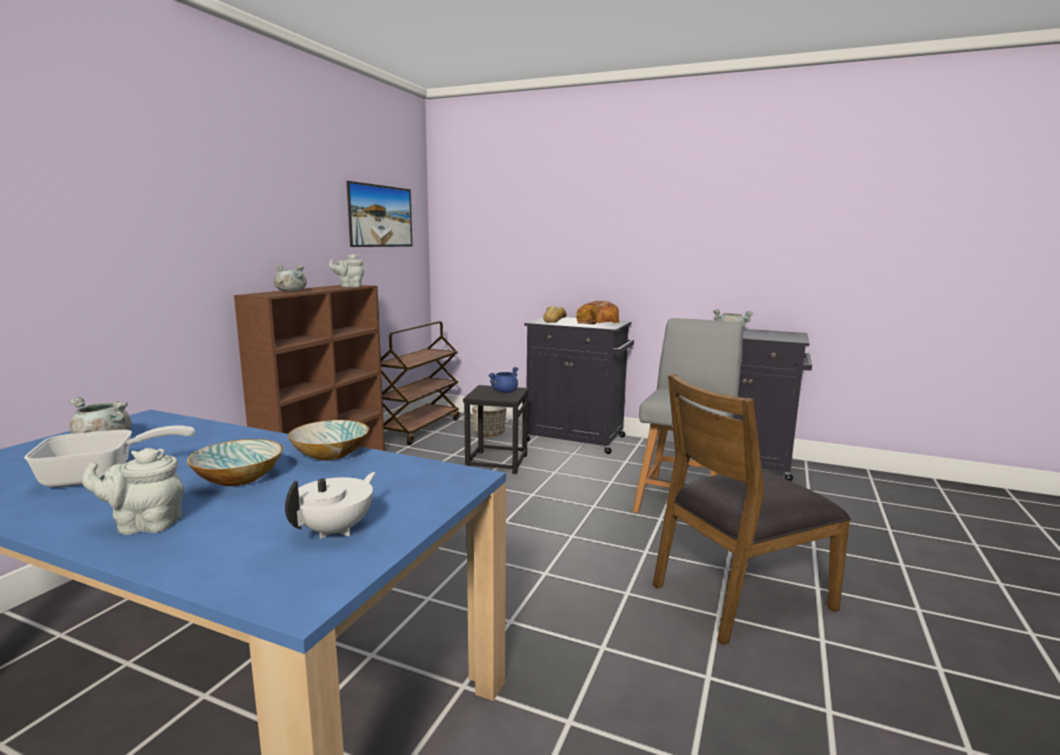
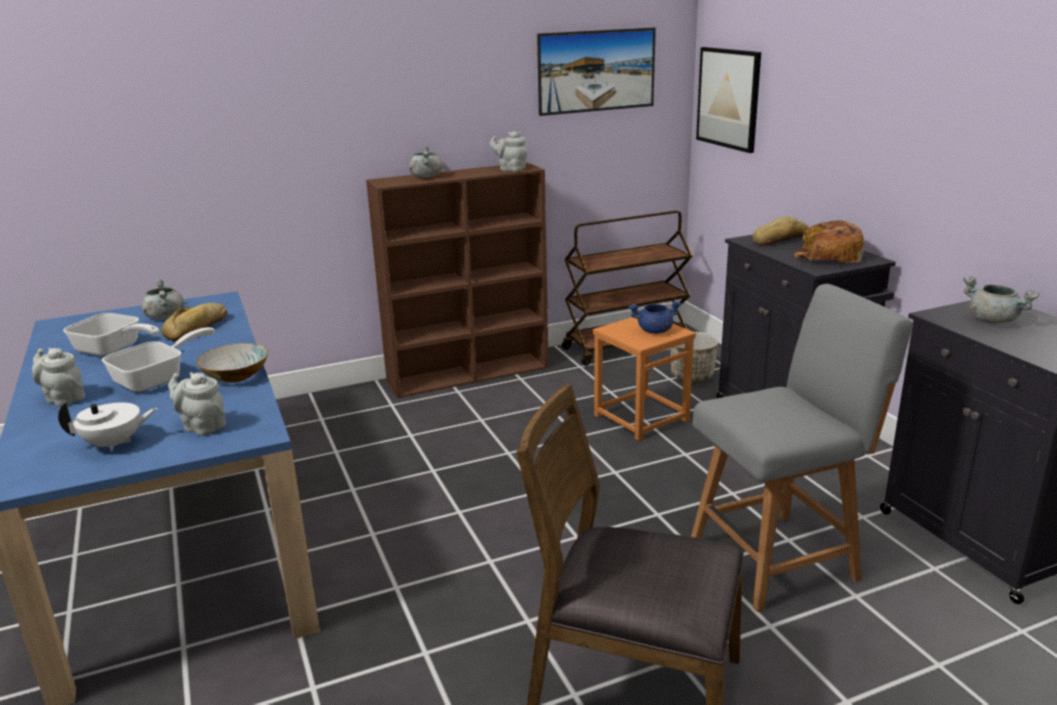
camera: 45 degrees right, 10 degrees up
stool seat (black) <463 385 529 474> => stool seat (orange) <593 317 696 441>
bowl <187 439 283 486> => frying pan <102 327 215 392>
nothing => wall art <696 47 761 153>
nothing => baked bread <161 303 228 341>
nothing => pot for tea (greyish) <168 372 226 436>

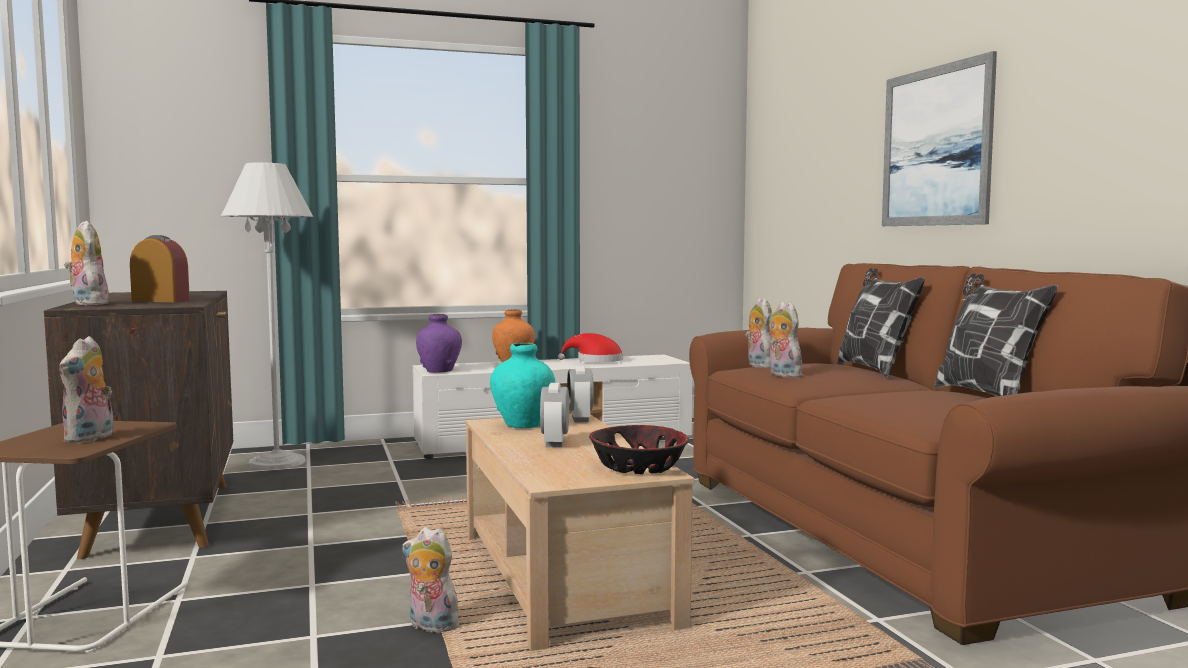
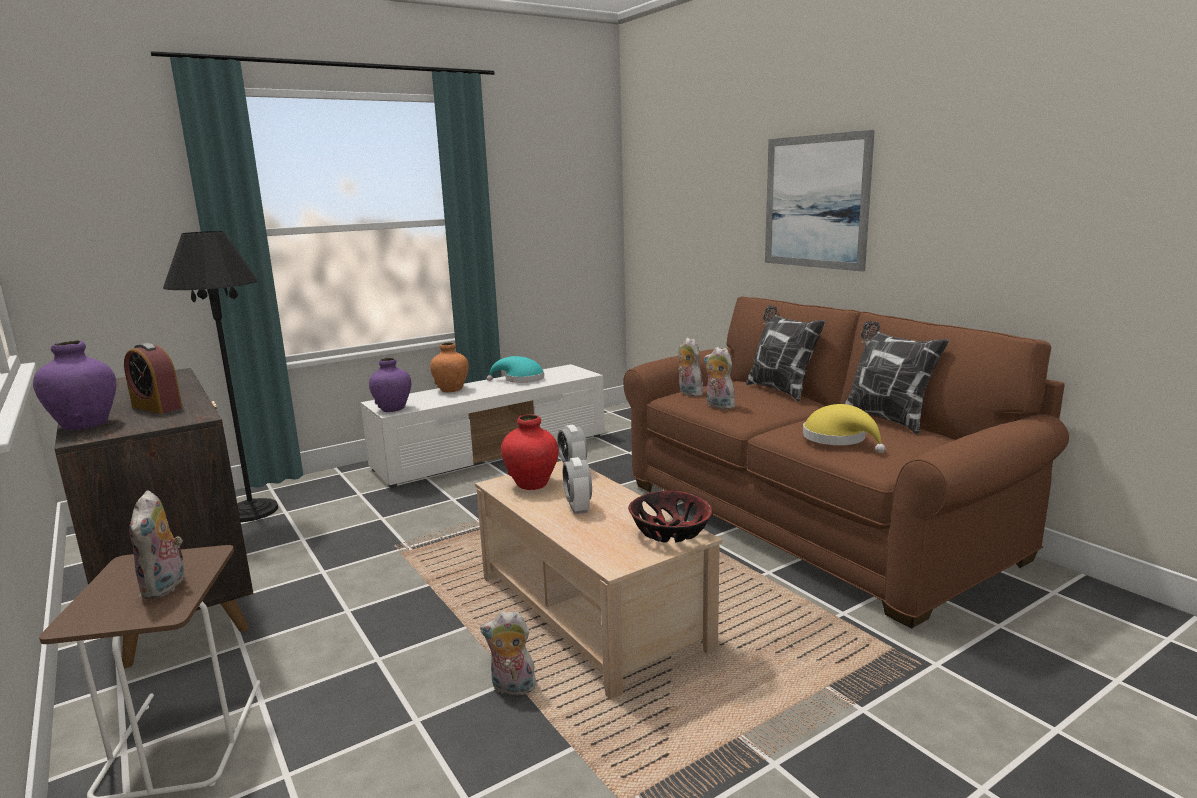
camera: 15 degrees left, 10 degrees up
standard lamp (white) <221 162 313 470> => standard lamp (black) <163 231 278 522>
cuddly toy <64 221 109 305> => vase (purple) <33 340 116 430>
bedside clock <130 235 190 302> => bedside clock <124 343 183 414>, 150 degrees counterclockwise
hat (red) <558 333 623 362> => hat (turquoise-coloured) <487 356 544 383>
vase (turquoise-coloured) <490 343 556 428> => vase (red) <501 414 559 490>
nothing => hat (yellow) <803 404 886 453>

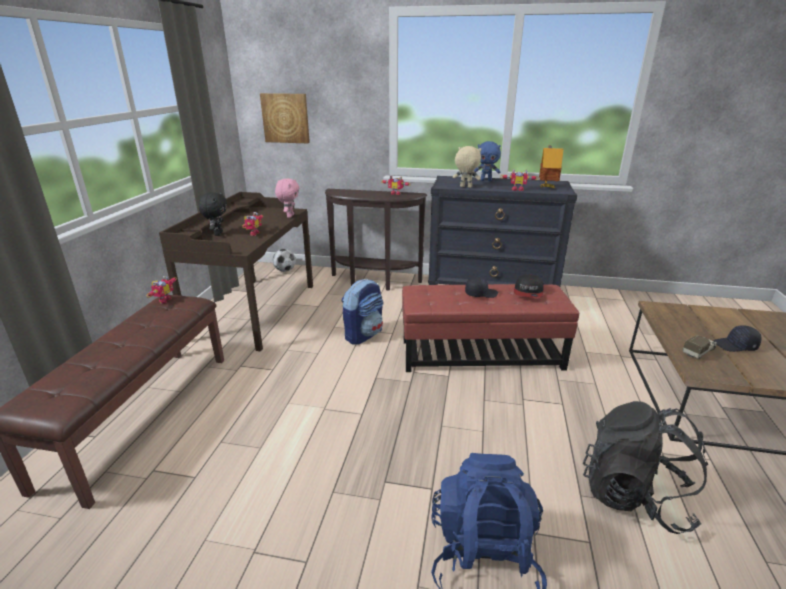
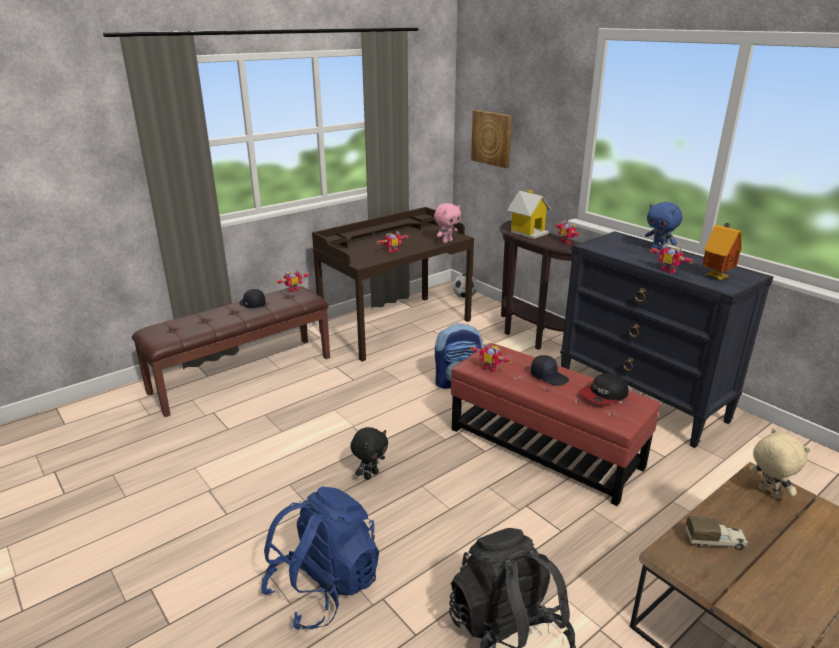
camera: 40 degrees right, 0 degrees up
cuddly toy (sand-coloured) <453 146 481 188> => cuddly toy (sand-coloured) <749 428 810 499>, relocated
cuddly toy (black) <199 192 227 236> => cuddly toy (black) <350 427 388 480>, relocated
cap (black) <714 325 761 352> => cap (black) <239 289 266 308>, relocated
nothing => miniature house <507 190 551 239>
nothing => robot figure <470 343 512 372>

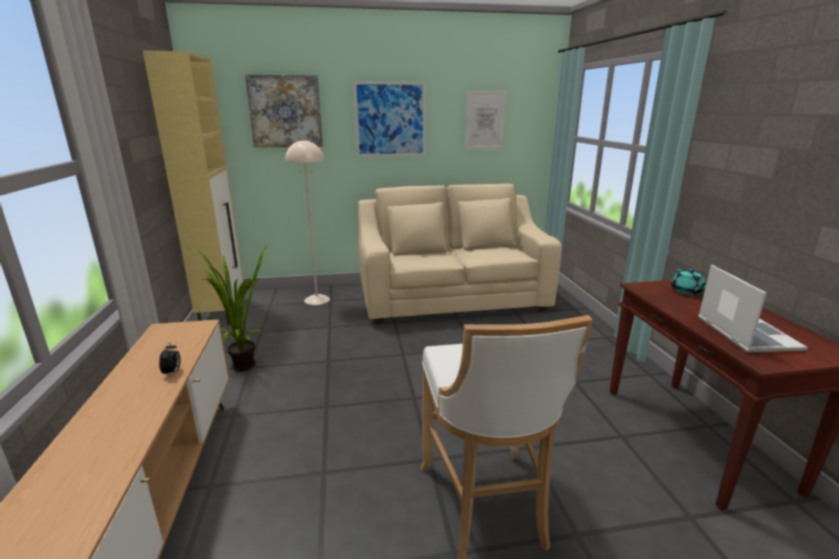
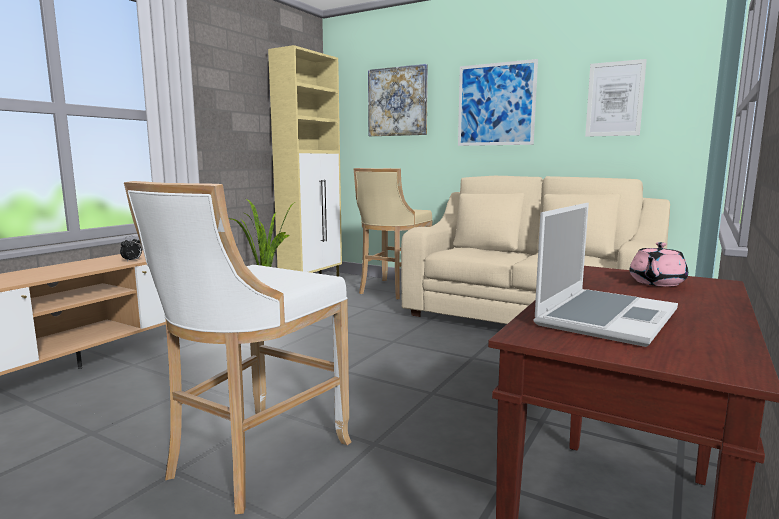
camera: 40 degrees right, 10 degrees down
standard lamp (sand-coloured) <285 139 330 305> => stool seat (sand-coloured) <353 168 432 299>
pot for tea (turquoise-coloured) <671 268 706 295> => pot for tea (pink) <630 242 688 287>

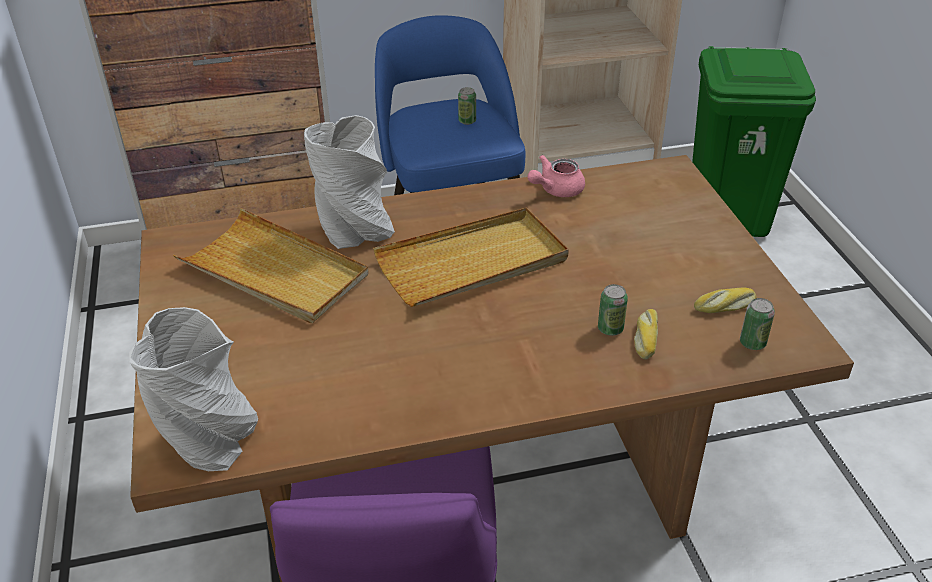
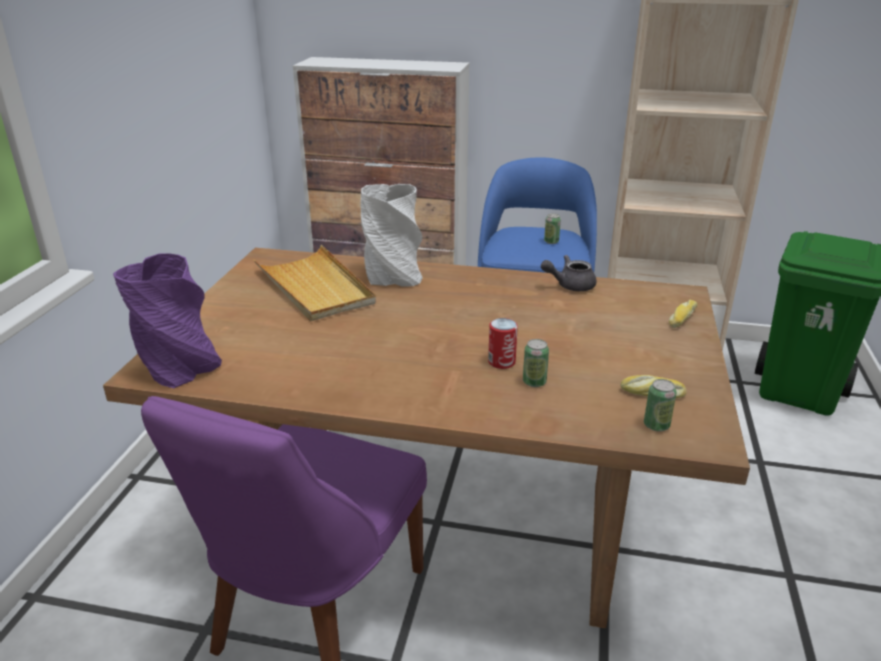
camera: 25 degrees right, 10 degrees down
pot for tea (pink) <527 155 585 197> => pot for tea (greyish) <541 255 597 291>
carrying tray (sand-coloured) <373 208 569 307> => nothing
vase (greyish) <129 307 258 471> => vase (purple) <113 253 222 388>
baked bread <634 309 658 359> => baked bread <669 300 698 328>, relocated
nothing => metal can <488 318 518 369>

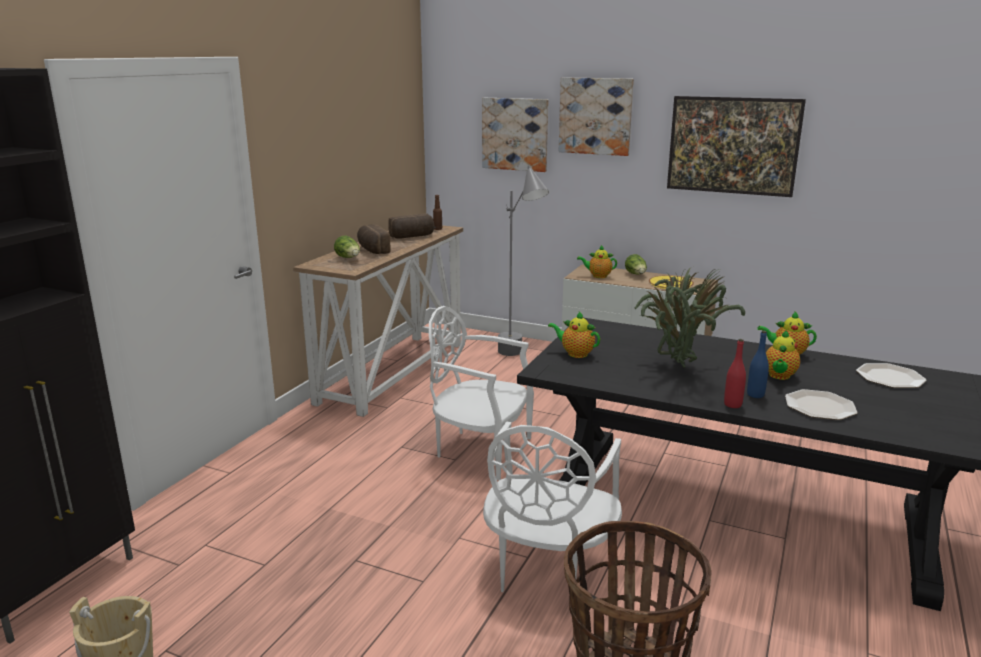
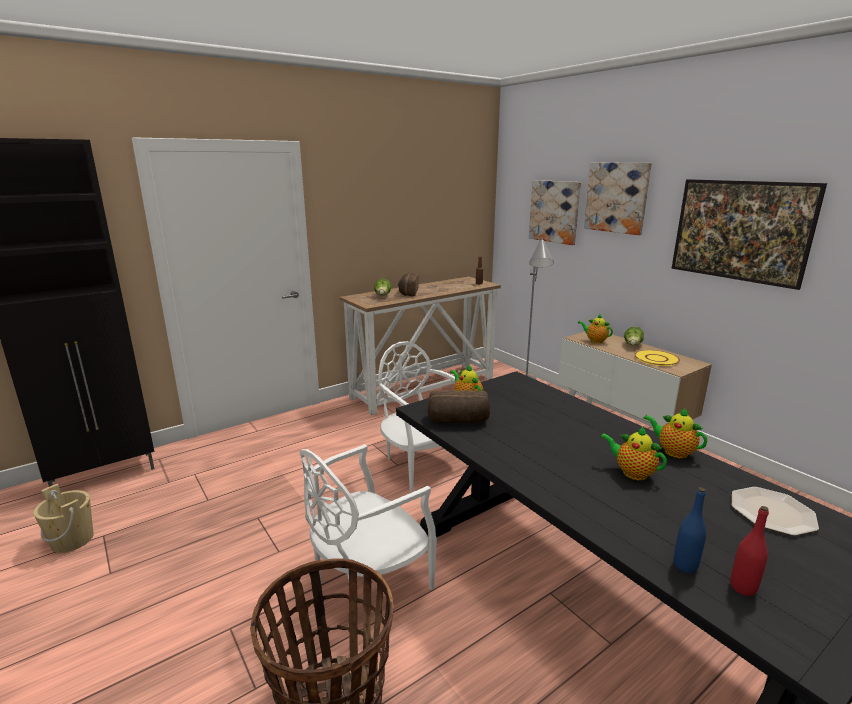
camera: 30 degrees right, 0 degrees up
baked bread <388 213 435 239> => baked bread <427 390 490 423>, relocated
houseplant <635 267 745 368> => nothing
pot for tea <766 330 800 380> => pot for tea <600 426 667 480>, 75 degrees clockwise
drink bottle (blue) <747 331 769 398> => drink bottle (blue) <673 487 706 573>, relocated
drink bottle (red) <724 339 746 408> => drink bottle (red) <730 506 769 596>, relocated
flat dish <785 389 858 420> => nothing

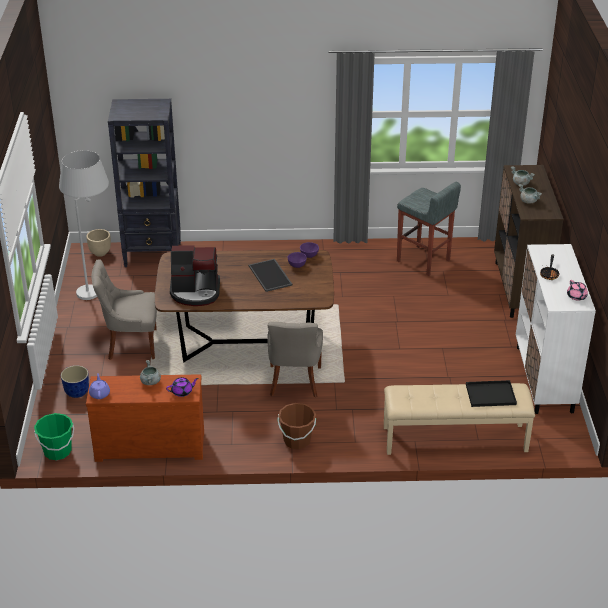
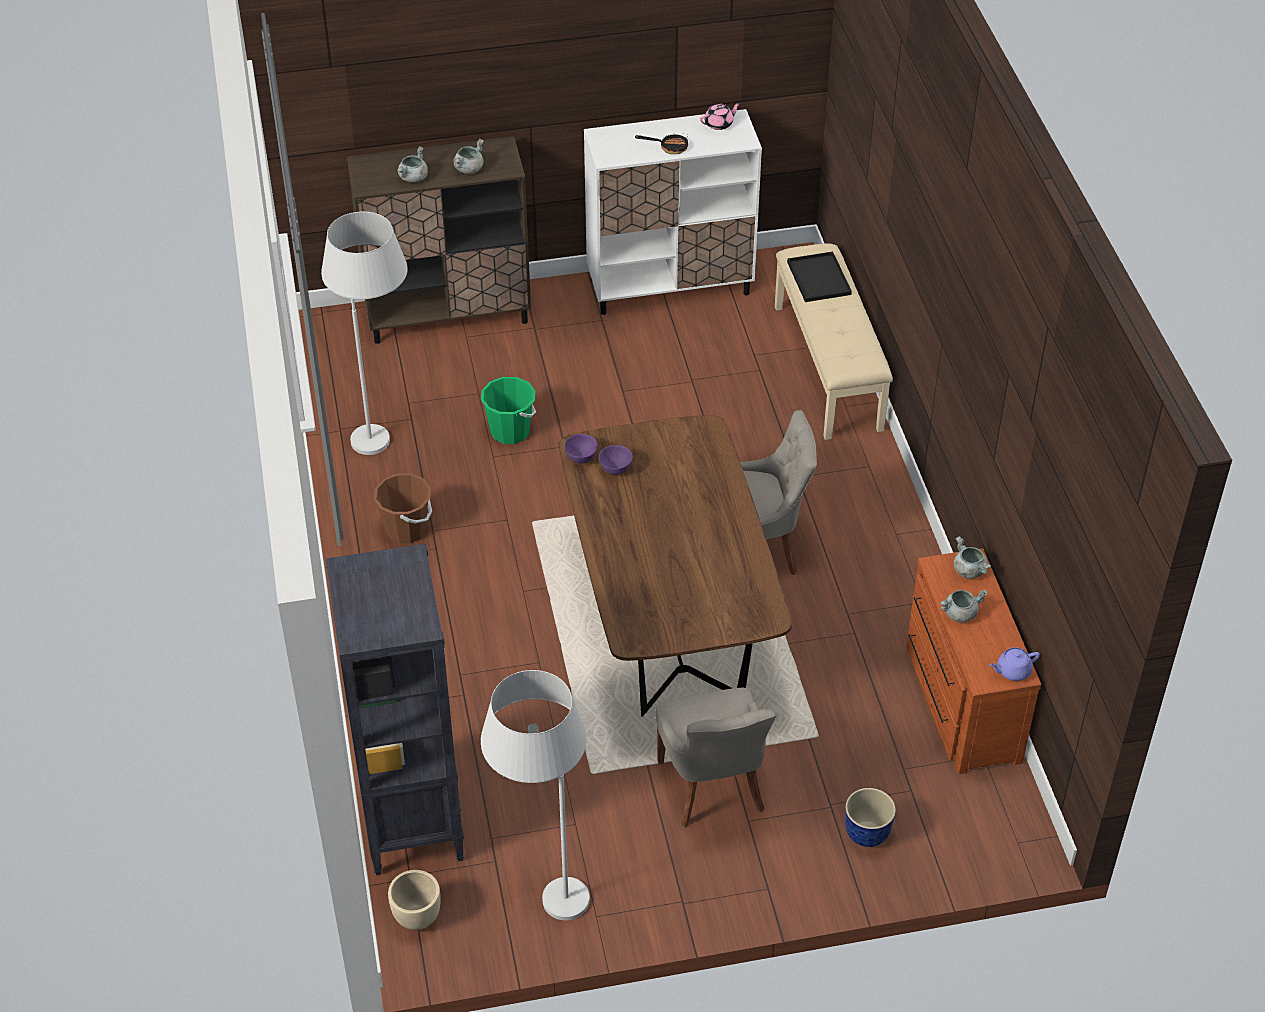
camera: 100 degrees left, 10 degrees up
stool seat (greyish) <397 182 461 276> => standard lamp (white) <321 212 408 455>
coffee maker <170 245 220 306> => nothing
carrying tray <249 259 292 292> => nothing
pot for tea (purple) <166 377 199 397> => cooking pot (greyish) <954 536 992 579>
water bucket (brown-coloured) <277 403 316 449> => water bucket (brown-coloured) <374 473 432 543>, relocated
water bucket (green) <34 413 74 460> => water bucket (green) <481 377 536 444>, relocated

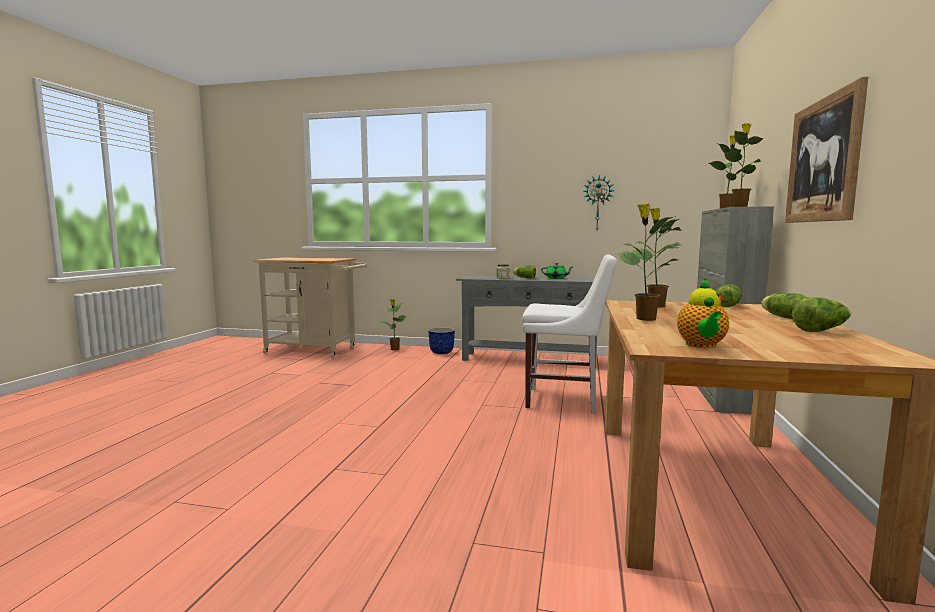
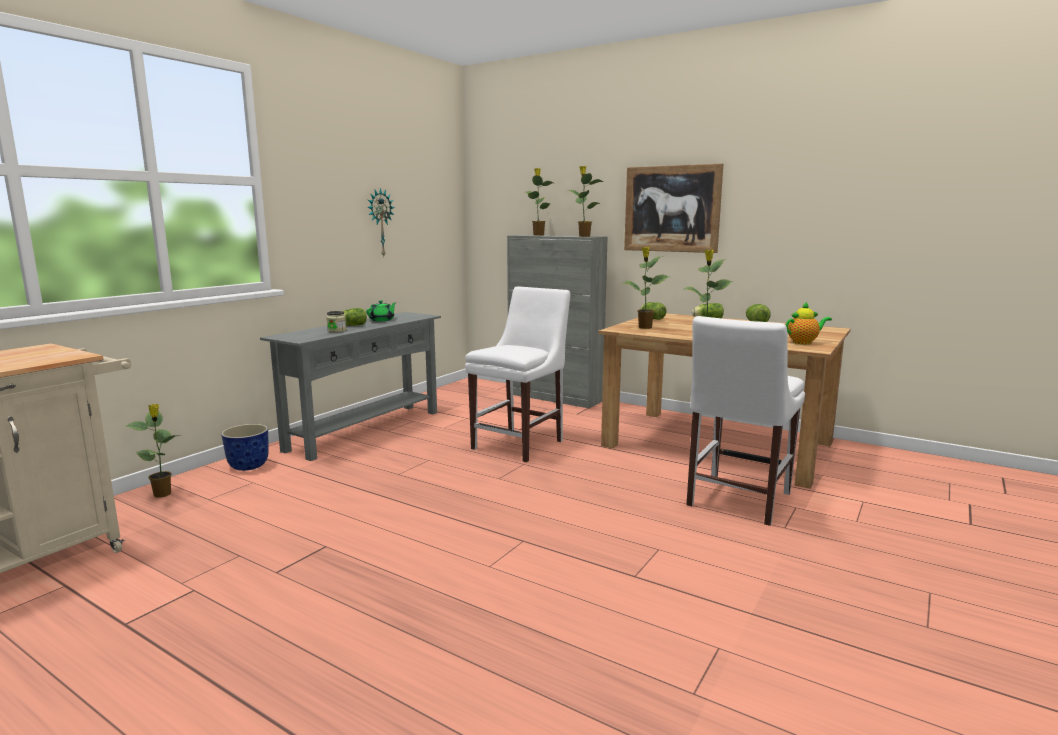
camera: 70 degrees left, 5 degrees up
pot for tea <677 278 729 348> => pot for tea <786 302 832 344>, 45 degrees counterclockwise
nothing => plain chair (white) <686 316 805 526>

